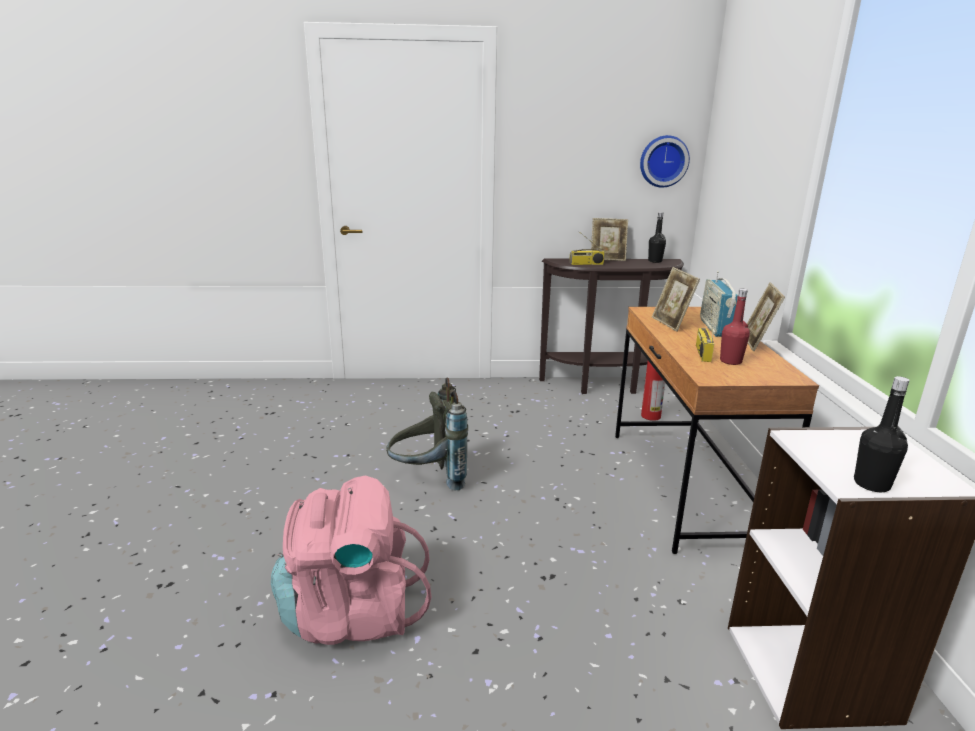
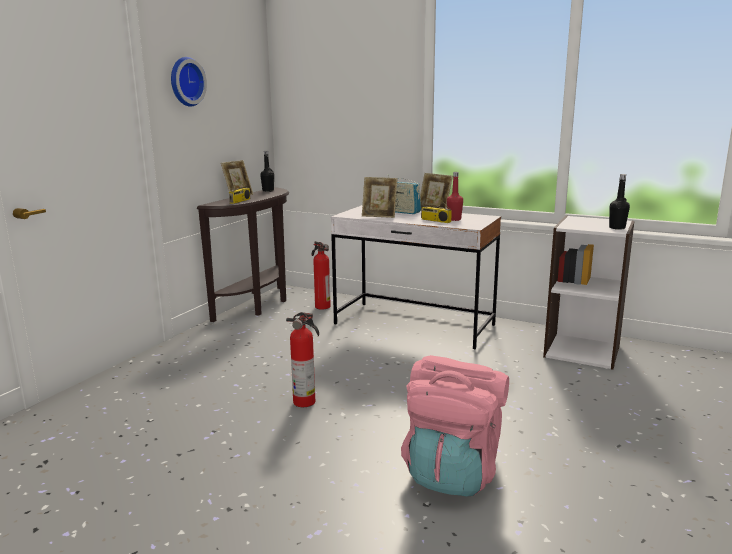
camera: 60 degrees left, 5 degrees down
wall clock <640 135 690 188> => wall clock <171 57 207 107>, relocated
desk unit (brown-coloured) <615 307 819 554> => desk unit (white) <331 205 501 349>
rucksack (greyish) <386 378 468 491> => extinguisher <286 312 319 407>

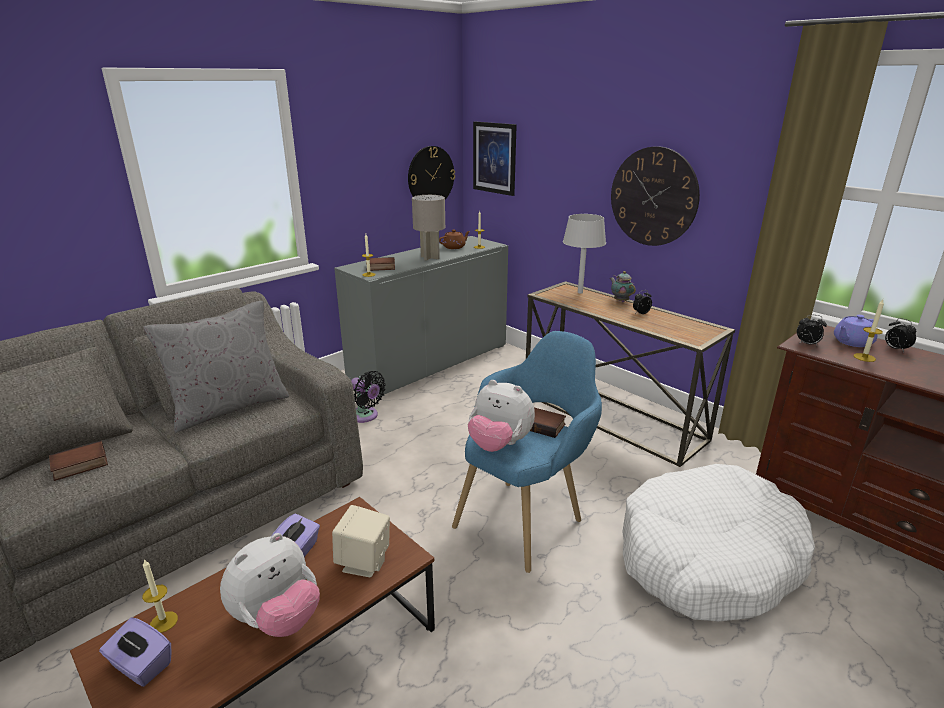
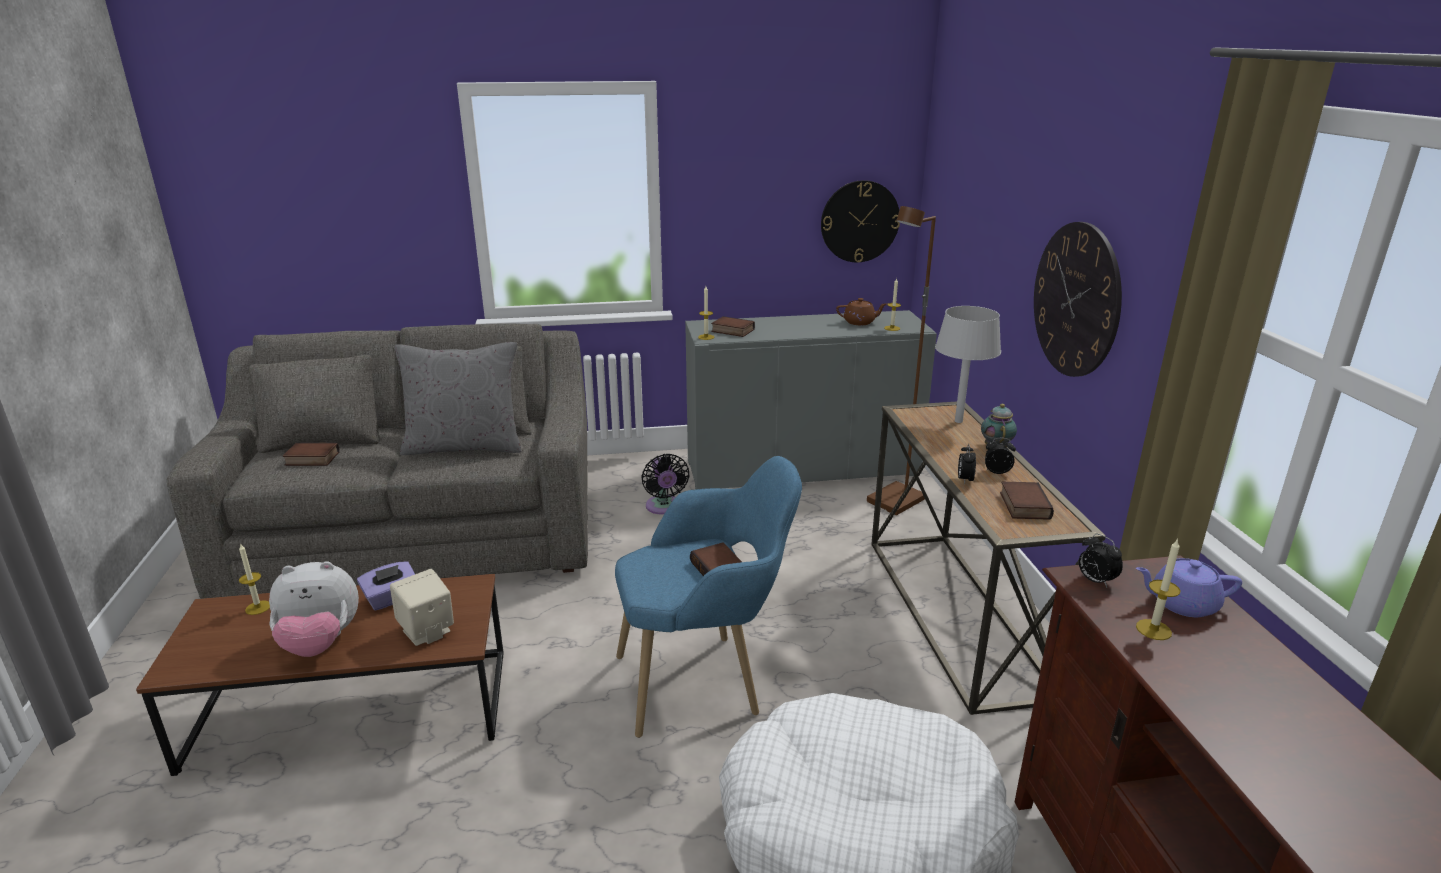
camera: 35 degrees right, 0 degrees up
wall art <473 121 517 196> => nothing
tabletop lamp (greyish) <412 195 445 260> => nothing
bedside clock <885 318 916 352> => bedside clock <958 443 976 485>, relocated
cuddly toy <468 380 535 452> => nothing
box of tissues (purple) <99 617 172 687> => nothing
nothing => standard lamp (brown-coloured) <867 206 936 515>
nothing => book <1000 482 1054 520>

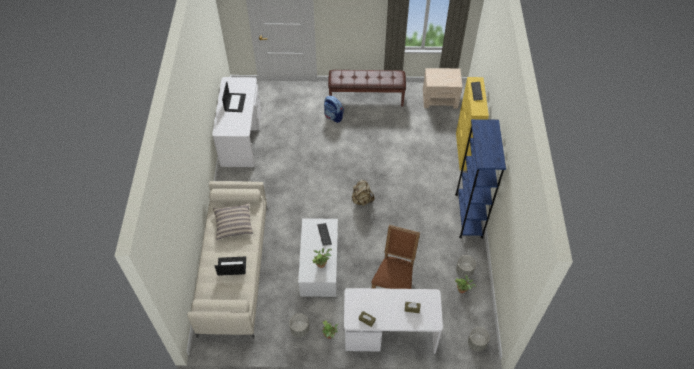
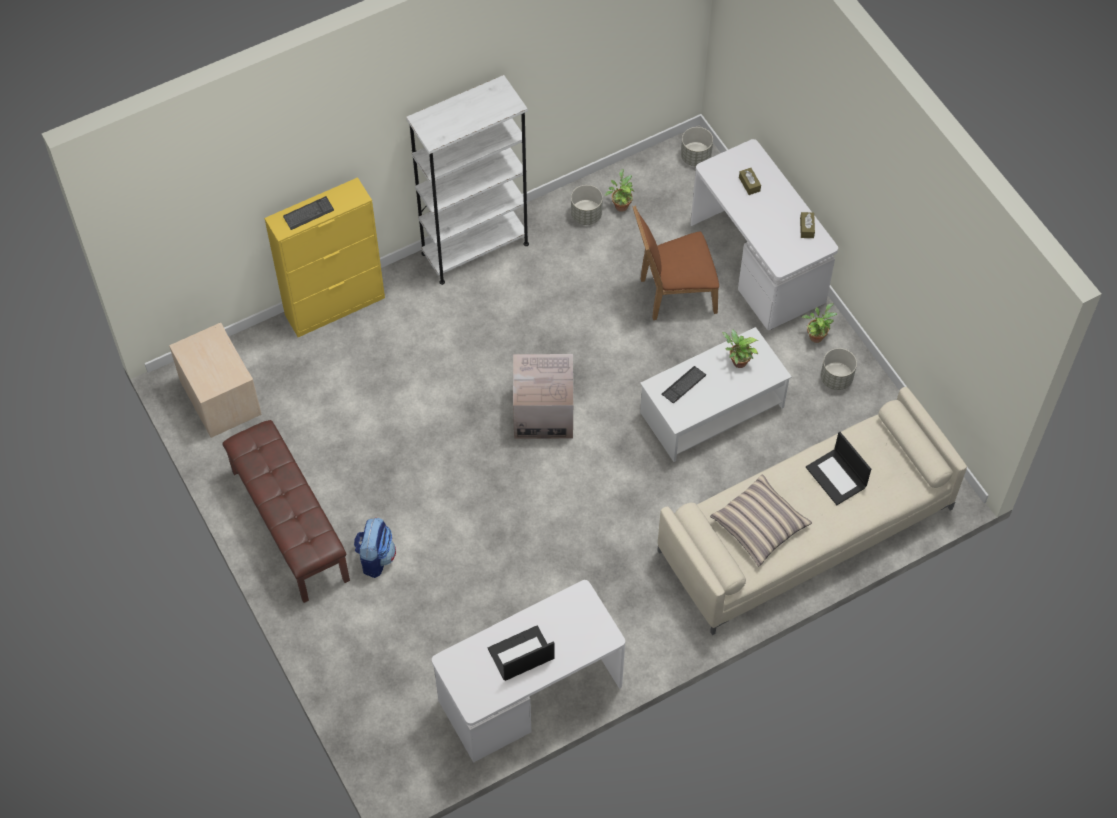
camera: 120 degrees left, 5 degrees up
bookcase (blue) <455 119 506 239> => bookcase (white) <406 75 529 285>
rucksack (sand-coloured) <352 179 375 206> => carton <513 354 573 439>

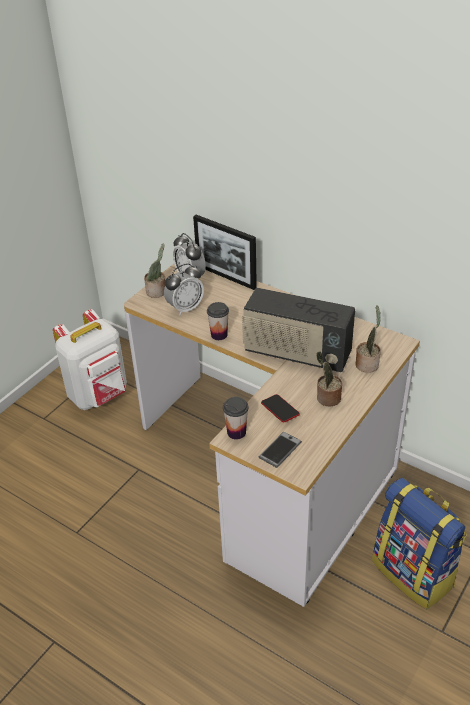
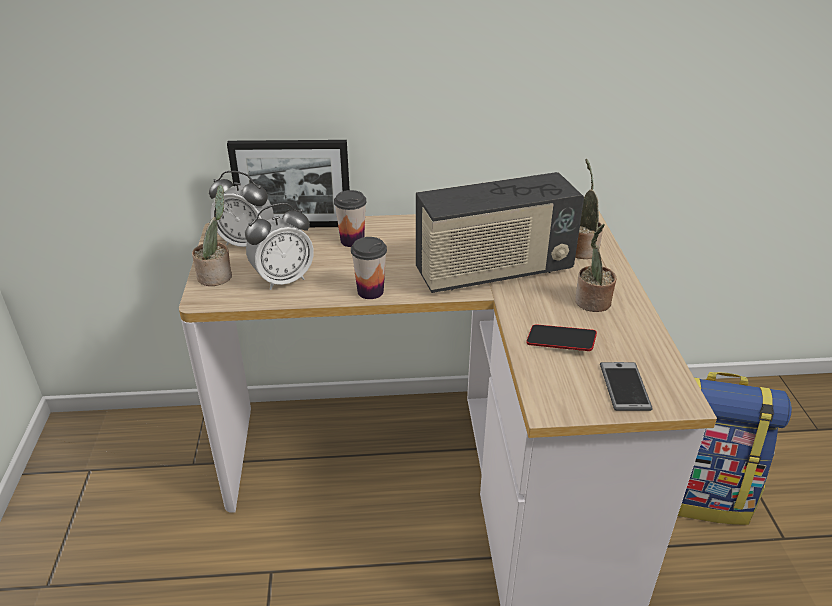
camera: 40 degrees left, 5 degrees down
bedside clock <164 263 204 315> => bedside clock <245 203 314 290>, 45 degrees clockwise
rucksack (white) <53 309 127 410> => nothing
drinking cup <223 397 248 439> => drinking cup <334 190 367 247>, relocated

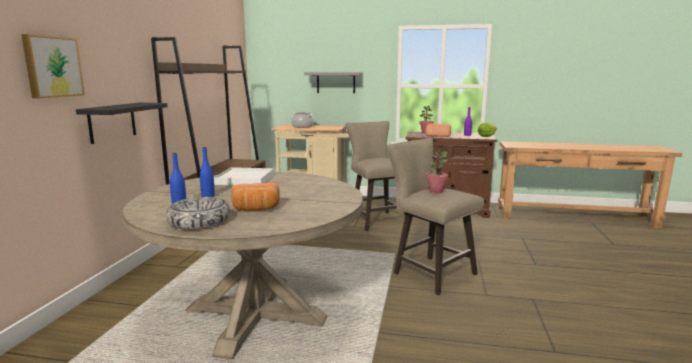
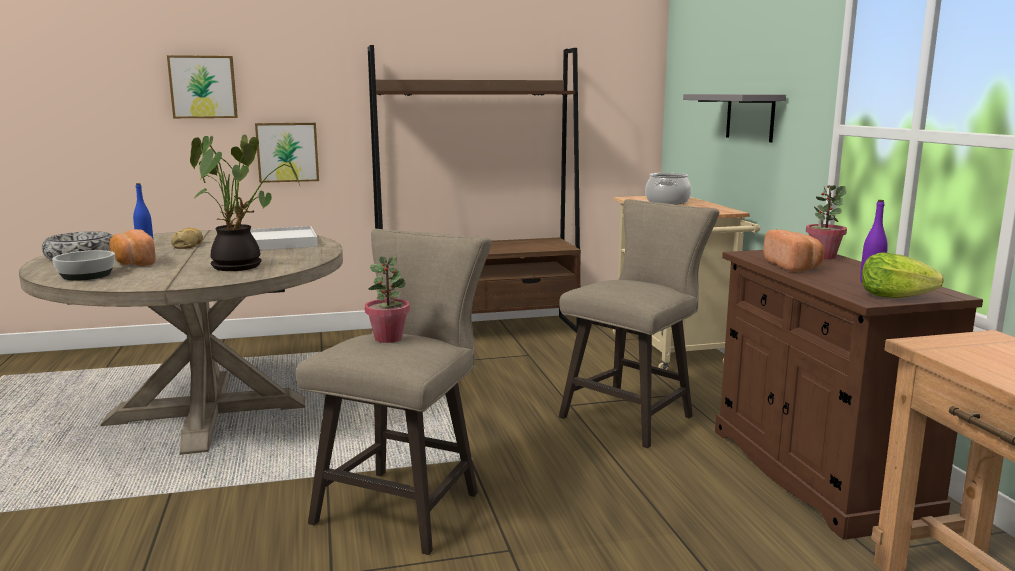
camera: 65 degrees right, 0 degrees up
shelf (black) <76 103 168 144> => wall art <255 123 319 183>
drink bottle (blue) <200 147 215 197> => baked bread <171 228 203 249>
nothing => houseplant <190 135 301 271>
nothing => bowl <52 250 115 281>

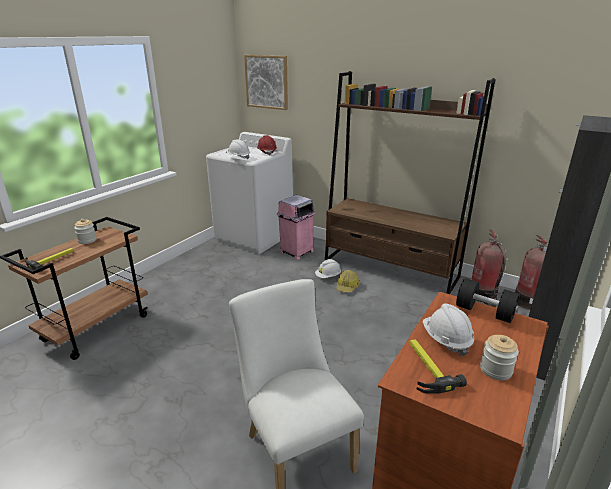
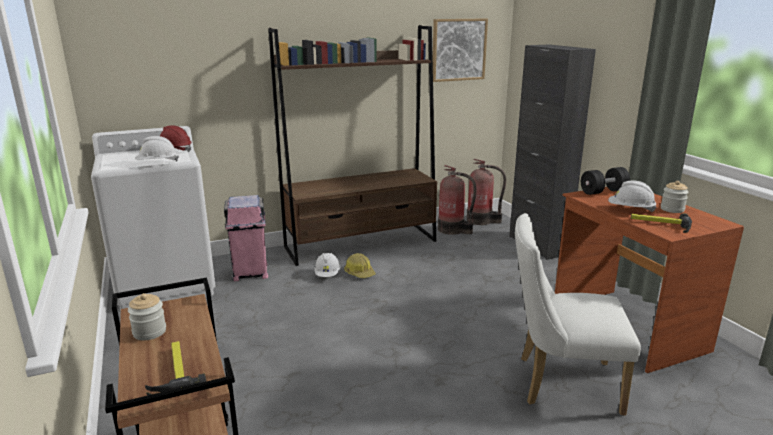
camera: 55 degrees left, 5 degrees down
wall art <244 55 288 110> => wall art <433 18 488 82>, relocated

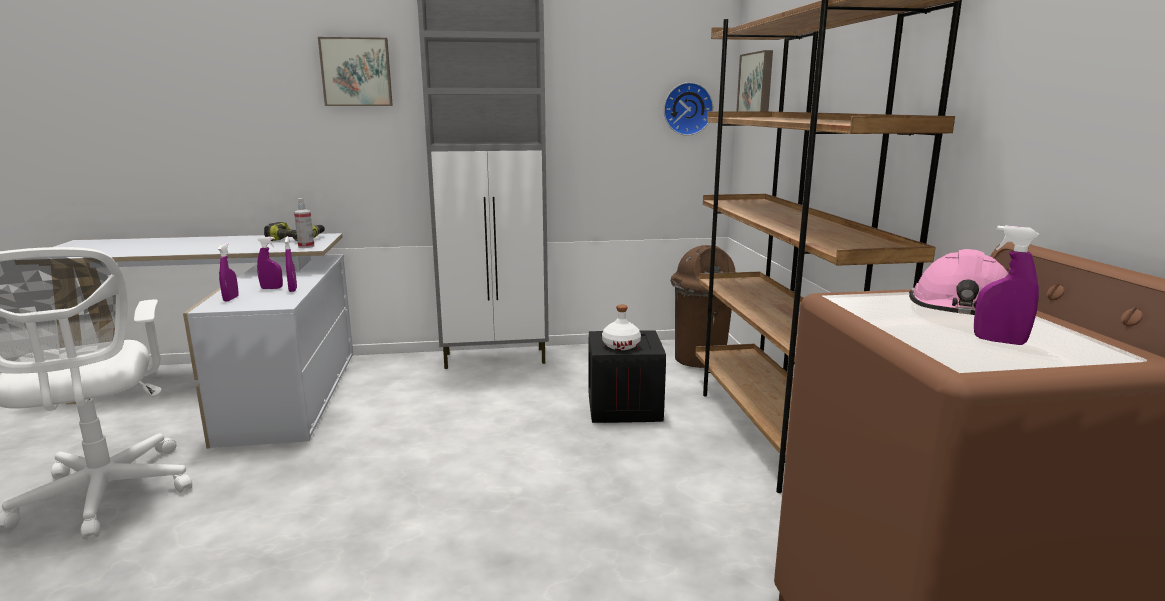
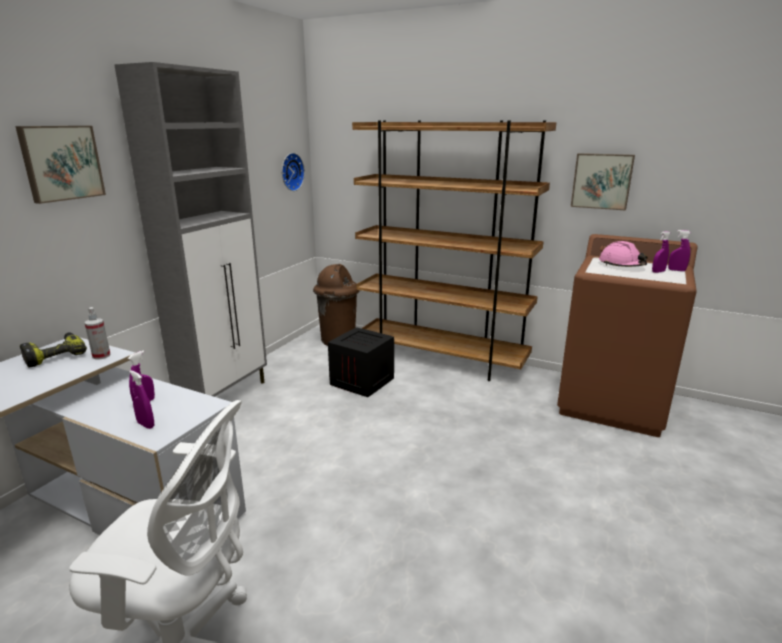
camera: 55 degrees left, 5 degrees up
wall art <736 50 773 112> => wall art <571 153 635 210>, relocated
spray bottle (purple) <285 236 297 292> => spray bottle (purple) <668 230 691 271>, relocated
drink bottle (white) <602 305 641 350> => nothing

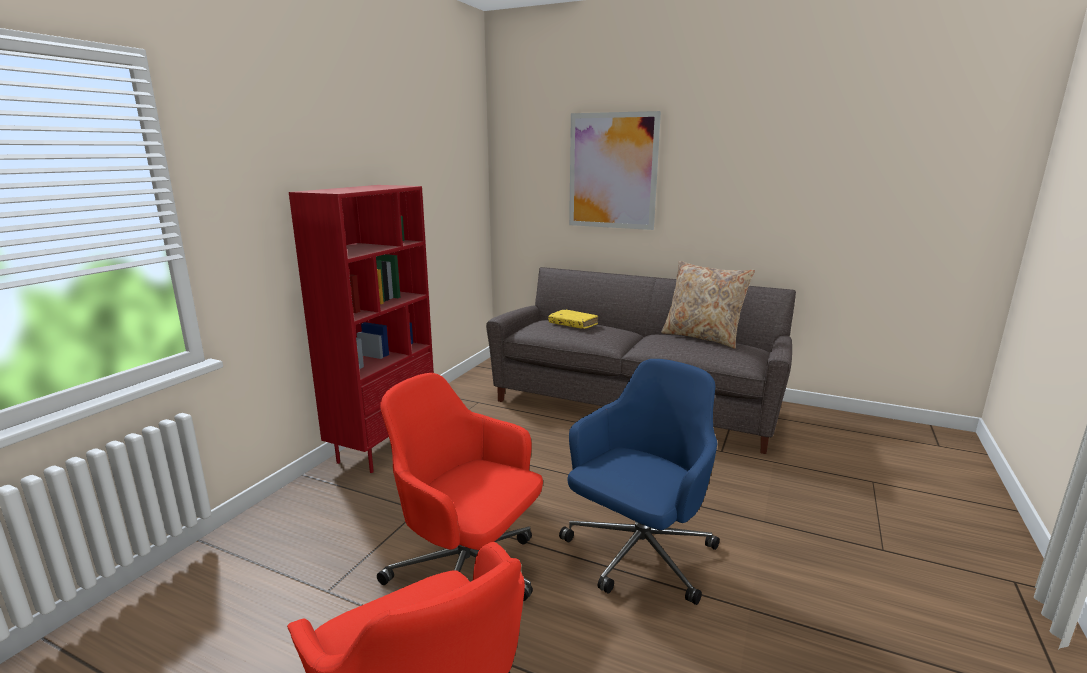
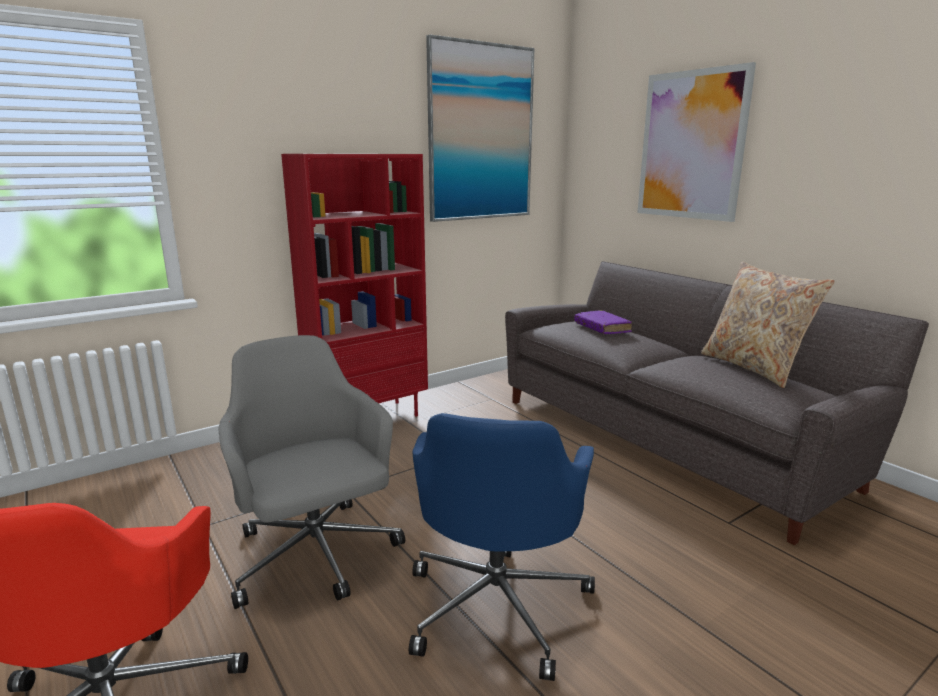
camera: 30 degrees right, 0 degrees up
book (yellow) <548 309 598 329> => book (purple) <574 310 632 334>
office chair (blue) <559 359 720 605> => office chair (blue) <409 413 595 681>, 120 degrees clockwise
office chair (red) <377 373 543 601> => office chair (greyish) <219 335 405 609>
nothing => wall art <426 34 534 222>

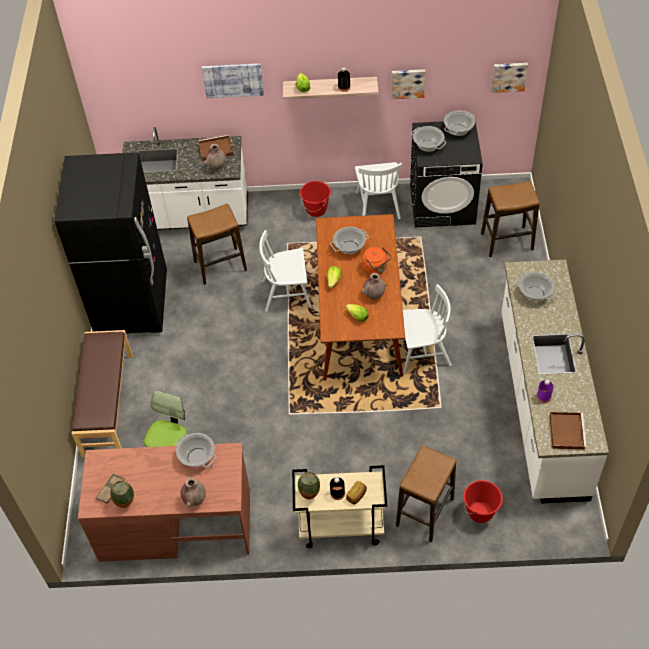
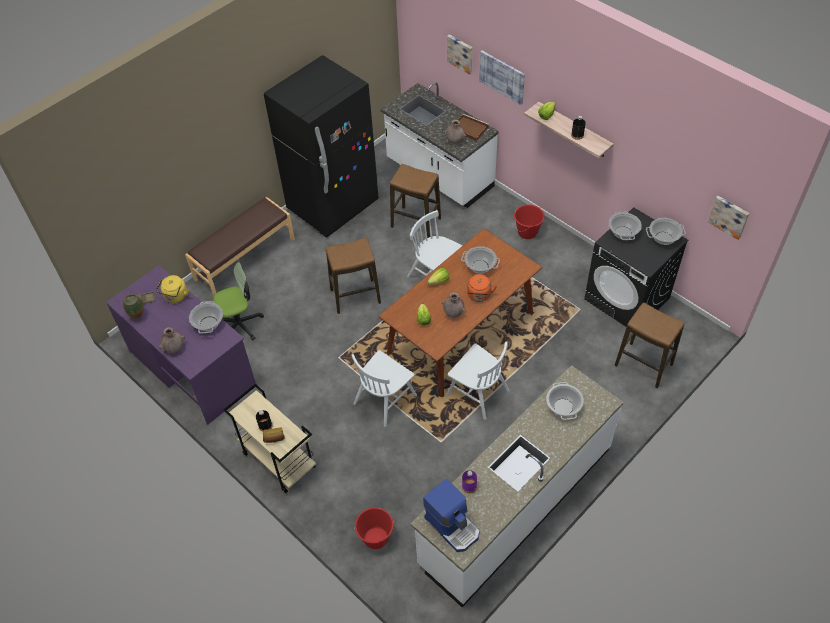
camera: 45 degrees right, 0 degrees up
wall art <391 69 425 99> => wall art <447 35 473 75>, relocated
plain chair (white) <355 162 402 219> => plain chair (white) <352 350 417 427>, relocated
carrying tray (brown-coloured) <550 412 587 450> => coffee maker <423 478 480 552>
desk unit (brown-coloured) <78 443 250 562> => desk unit (purple) <106 265 256 425>
stool seat <396 445 456 542> => stool seat <326 238 381 314>, relocated
vase <298 471 320 499> => nothing
nothing => kettle (yellow) <156 275 189 303>

